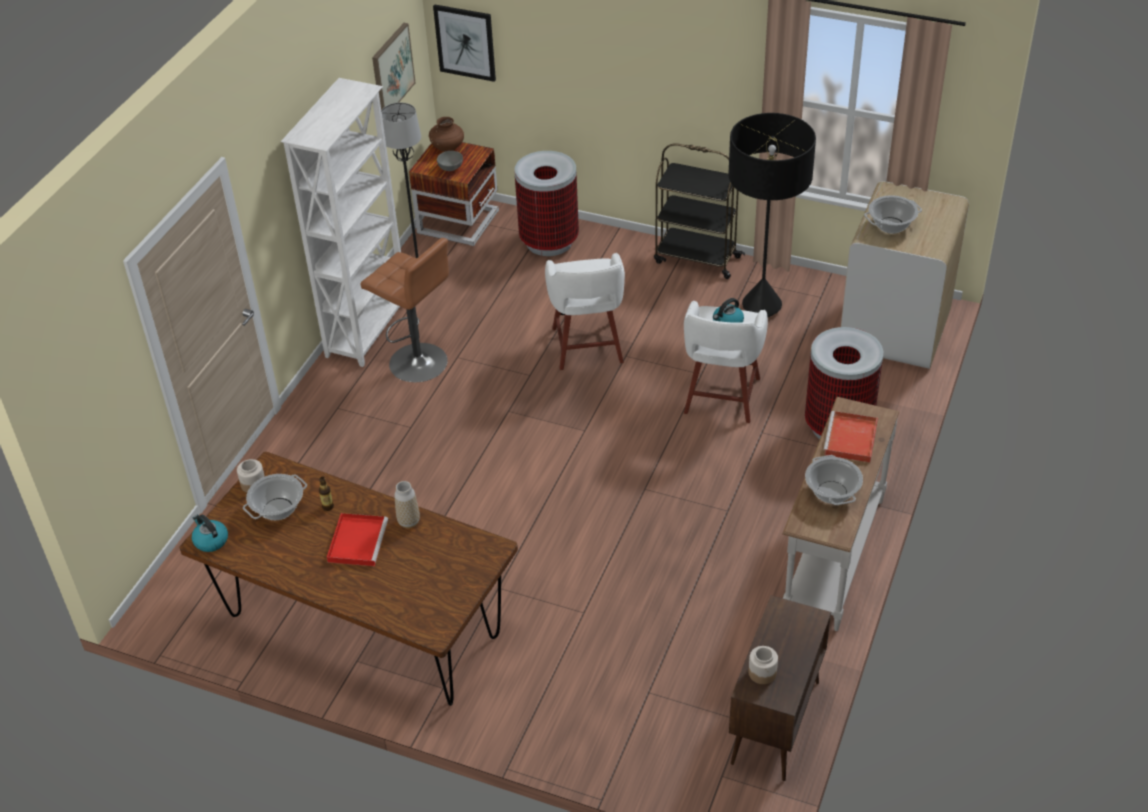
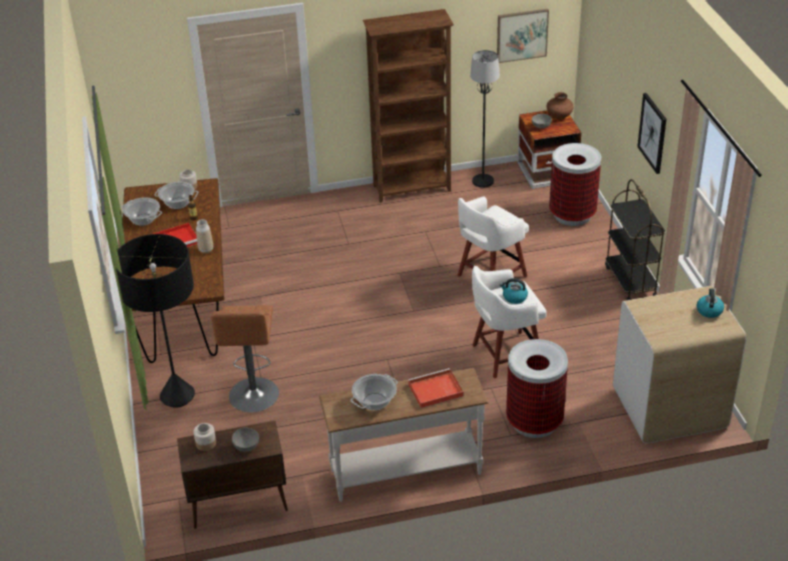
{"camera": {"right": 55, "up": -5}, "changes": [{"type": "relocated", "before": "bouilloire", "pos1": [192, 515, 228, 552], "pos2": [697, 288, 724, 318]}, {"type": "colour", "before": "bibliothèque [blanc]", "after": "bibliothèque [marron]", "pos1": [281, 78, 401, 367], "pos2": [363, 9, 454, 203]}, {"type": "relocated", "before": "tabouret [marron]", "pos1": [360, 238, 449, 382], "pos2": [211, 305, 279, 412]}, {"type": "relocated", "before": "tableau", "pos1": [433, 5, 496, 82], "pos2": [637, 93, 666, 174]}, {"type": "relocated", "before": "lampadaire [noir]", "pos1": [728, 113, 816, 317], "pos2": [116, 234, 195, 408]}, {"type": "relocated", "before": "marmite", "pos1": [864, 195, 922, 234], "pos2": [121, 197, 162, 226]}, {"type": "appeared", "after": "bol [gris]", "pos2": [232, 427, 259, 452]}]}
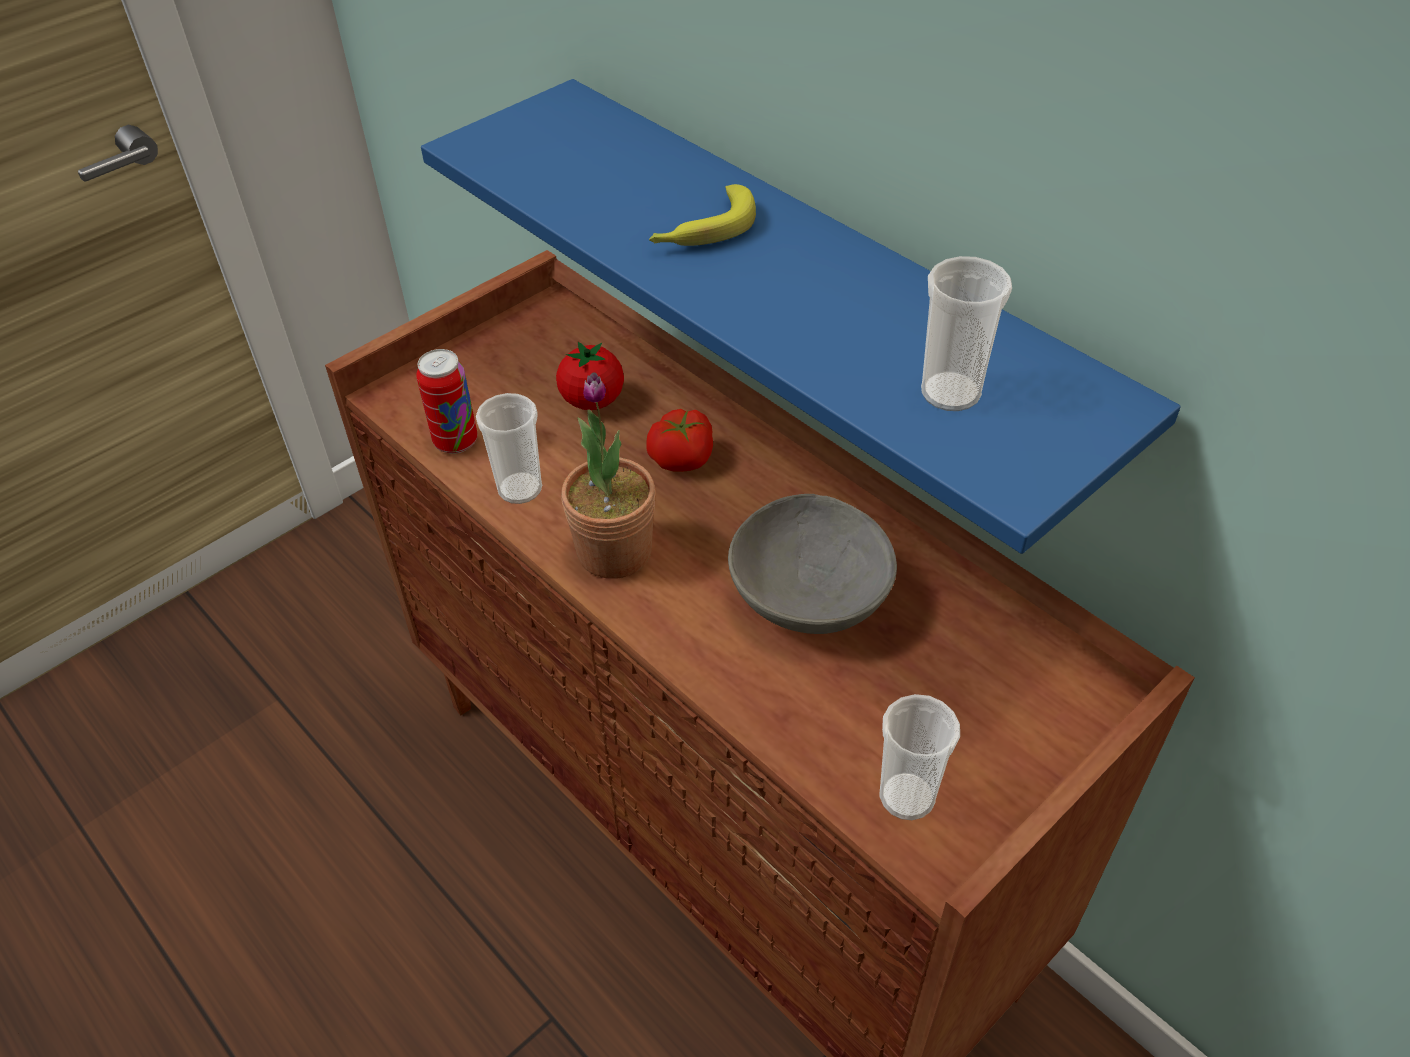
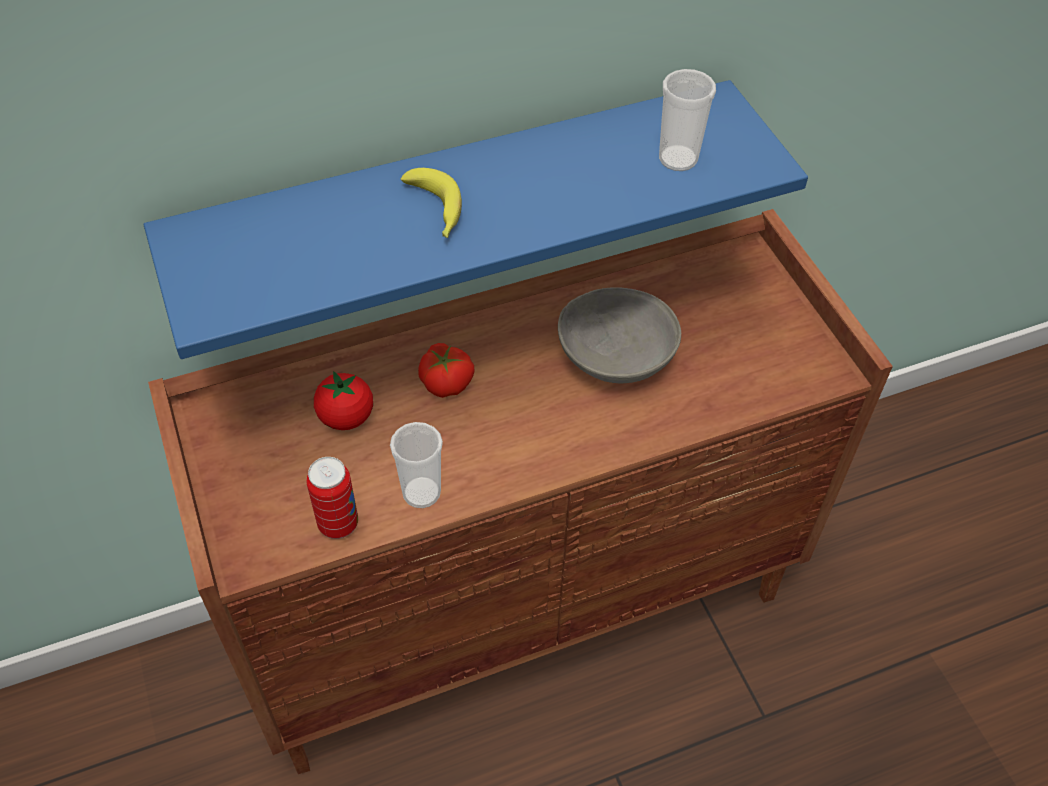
{"camera": {"right": -70, "up": 5}, "changes": [{"type": "missing", "before": "plante en pot", "pos1": [561, 372, 656, 579]}, {"type": "missing", "before": "tasse", "pos1": [880, 694, 960, 820]}]}
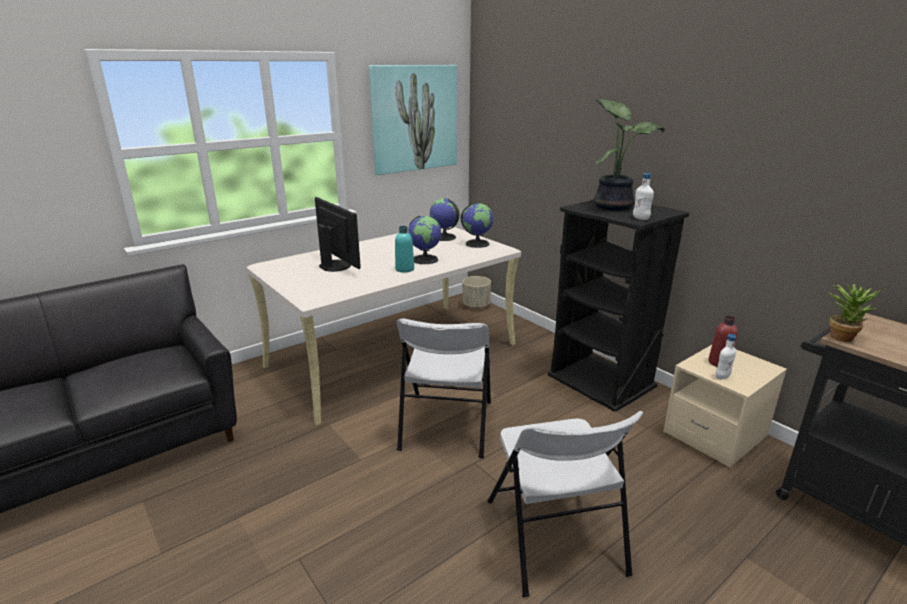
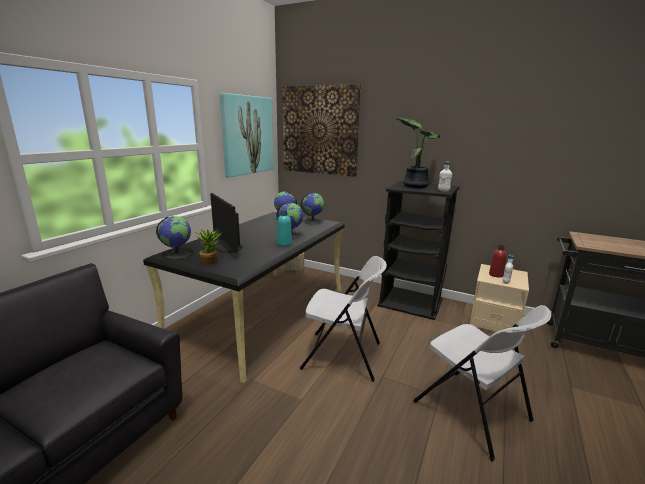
{"camera": {"right": -25, "up": -5}, "changes": [{"type": "colour", "before": "bureau [beige]", "after": "bureau [noir]", "pos1": [246, 227, 521, 425], "pos2": [143, 212, 345, 383]}, {"type": "spun", "before": "écran d'ordinateur", "pos1": [315, 197, 361, 272], "pos2": [210, 193, 242, 253], "turn": -150}, {"type": "spun", "before": "chaise [blanc]", "pos1": [397, 319, 491, 458], "pos2": [300, 256, 387, 382], "turn": -60}, {"type": "relocated", "before": "plante en pot", "pos1": [829, 284, 882, 342], "pos2": [194, 229, 221, 264]}, {"type": "appeared", "after": "globe", "pos2": [156, 216, 191, 260]}, {"type": "appeared", "after": "tableau", "pos2": [283, 84, 361, 177]}]}
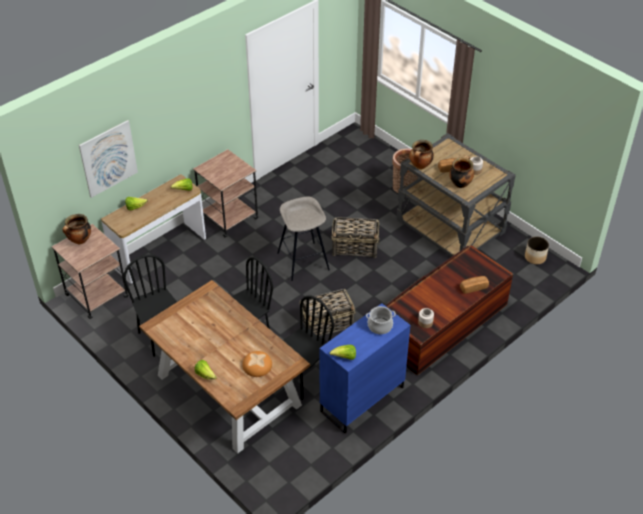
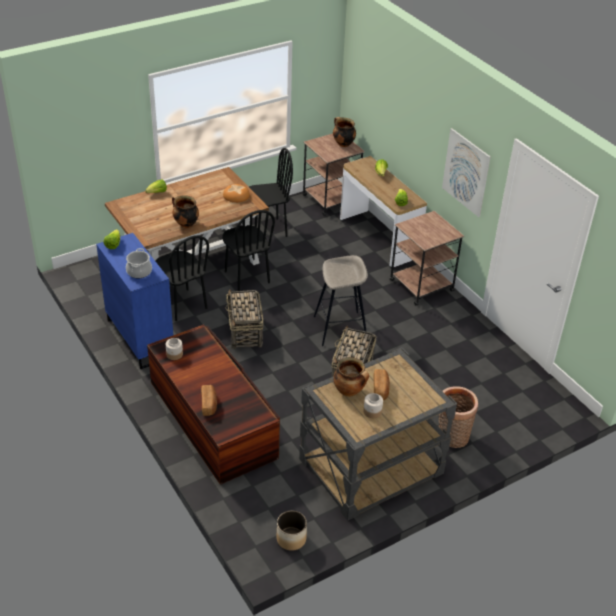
{"camera": {"right": 100, "up": -5}, "changes": [{"type": "relocated", "before": "tableau", "pos1": [79, 120, 138, 198], "pos2": [442, 128, 491, 217]}, {"type": "relocated", "before": "pain", "pos1": [242, 351, 272, 377], "pos2": [223, 184, 250, 203]}, {"type": "relocated", "before": "marmite", "pos1": [409, 140, 434, 169], "pos2": [172, 196, 199, 228]}]}
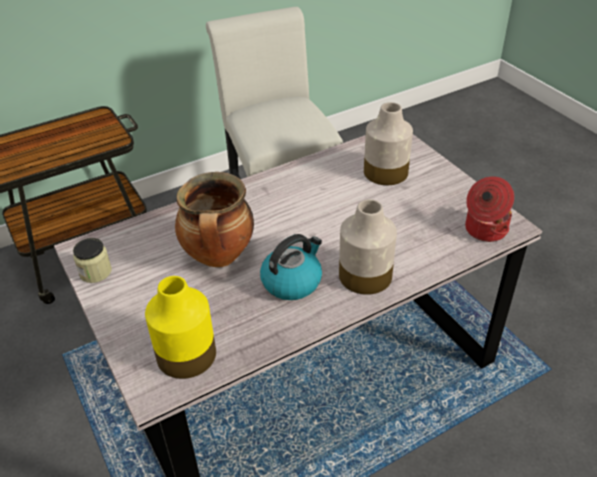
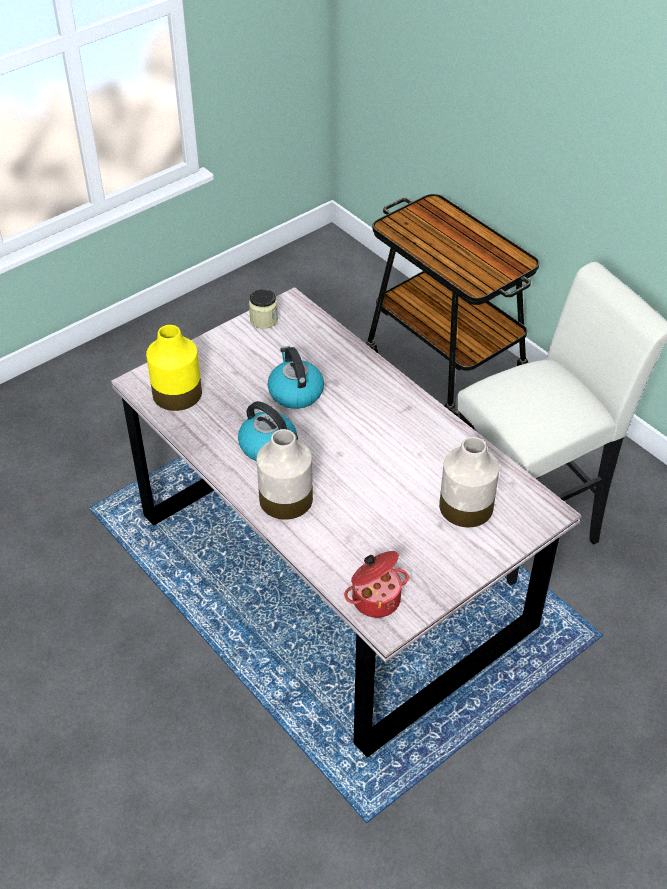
{"camera": {"right": 80, "up": 5}, "changes": [{"type": "exchanged", "before": "marmite", "after": "bouilloire", "pos1": [175, 172, 254, 267], "pos2": [268, 346, 324, 409]}]}
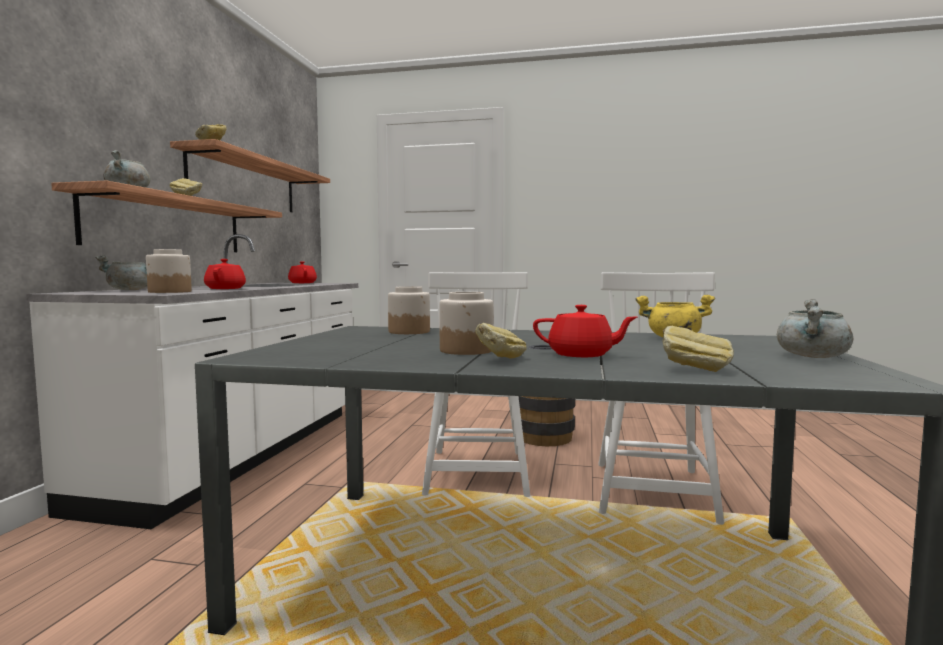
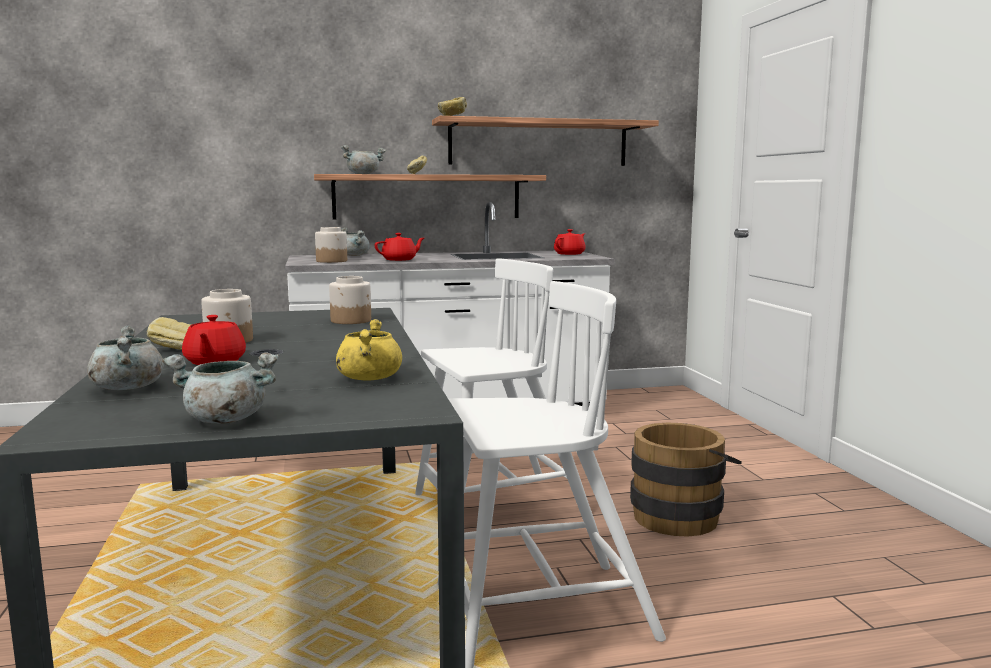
{"camera": {"right": 65, "up": 5}, "changes": [{"type": "exchanged", "before": "pain", "after": "marmite [gris]", "pos1": [662, 326, 734, 372], "pos2": [87, 326, 164, 390]}]}
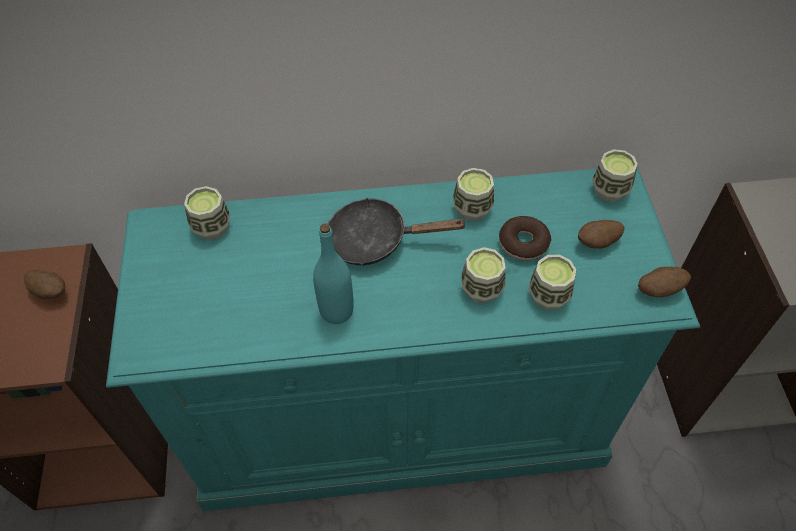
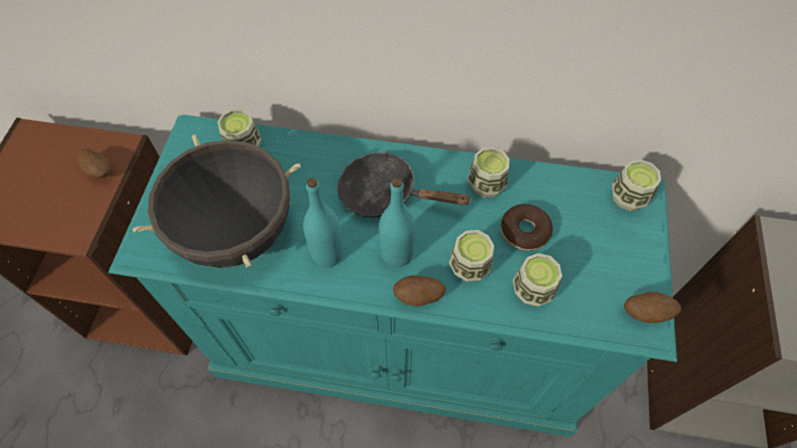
{"camera": {"right": 15, "up": 5}, "changes": [{"type": "relocated", "before": "pomme de terre", "pos1": [578, 220, 624, 249], "pos2": [393, 275, 446, 306]}, {"type": "appeared", "after": "marmite [noir]", "pos2": [132, 135, 301, 268]}, {"type": "appeared", "after": "bouteille [turquoise]", "pos2": [379, 178, 416, 268]}]}
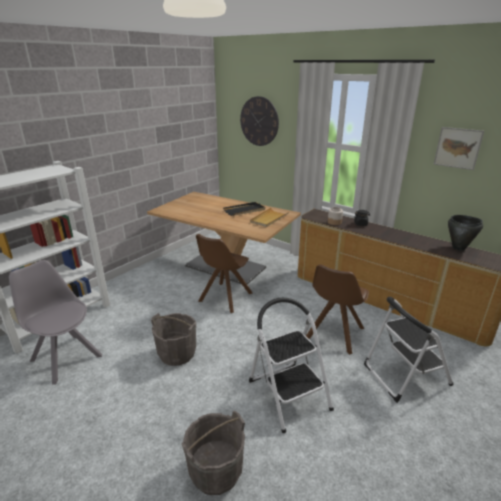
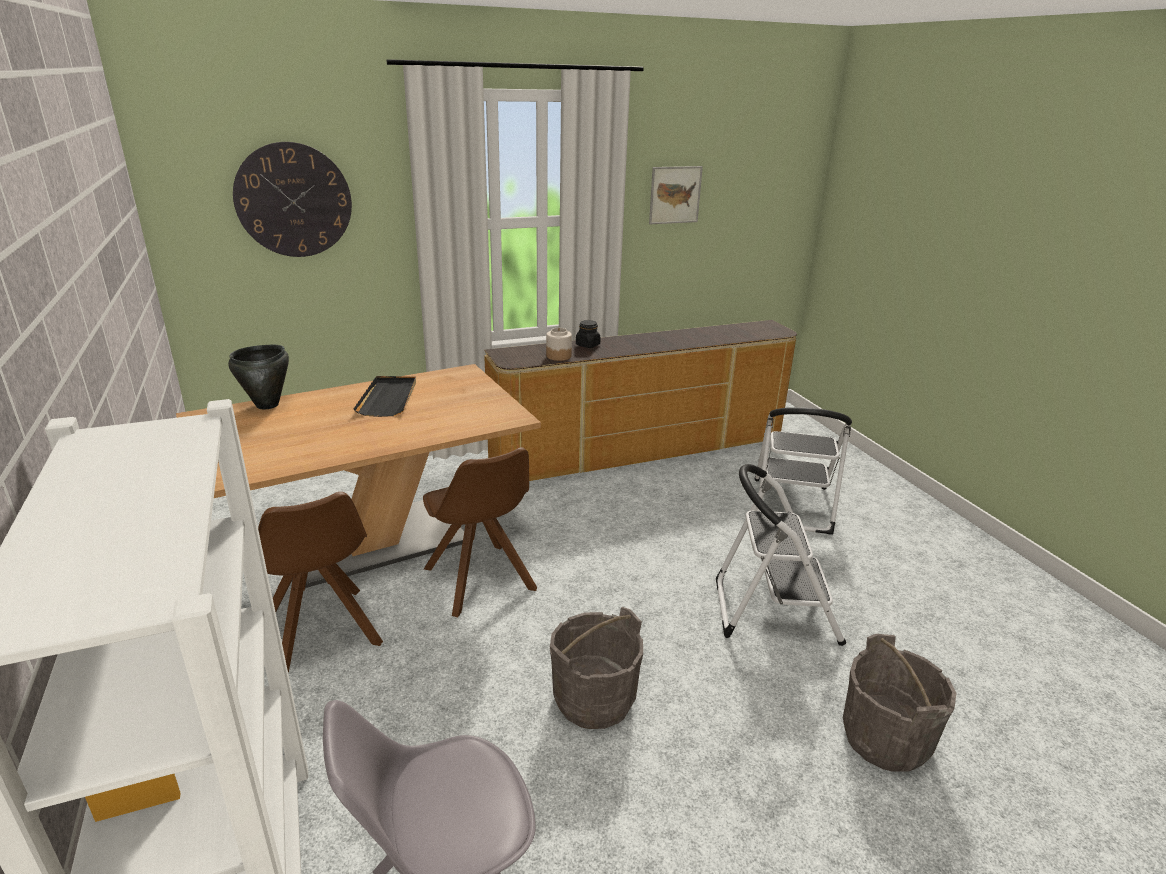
{"camera": {"right": -60, "up": 0}, "changes": [{"type": "missing", "before": "plateau [beige]", "pos1": [250, 208, 289, 227]}, {"type": "relocated", "before": "chaise [marron]", "pos1": [306, 264, 369, 355], "pos2": [258, 492, 383, 672]}, {"type": "relocated", "before": "marmite [noir]", "pos1": [448, 215, 483, 251], "pos2": [228, 345, 289, 409]}]}
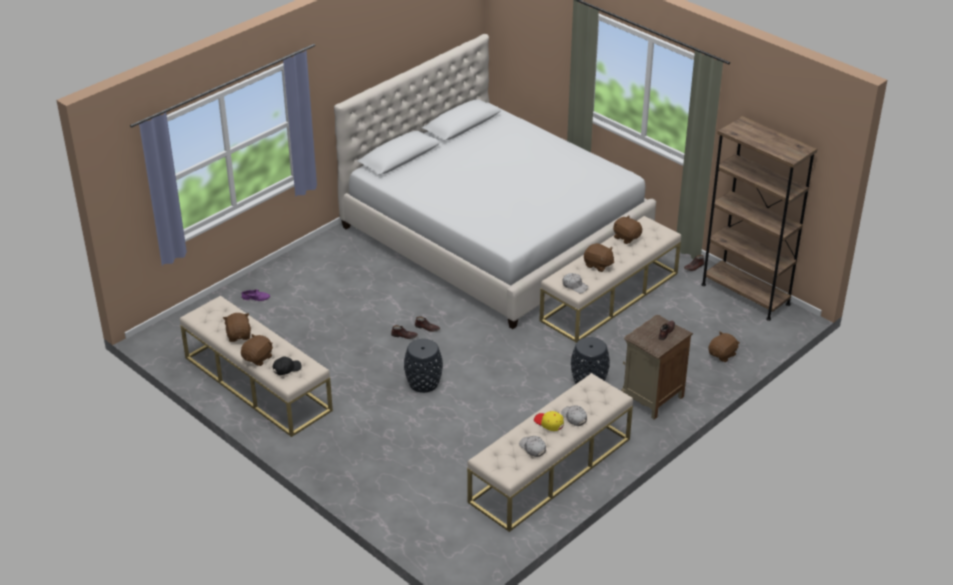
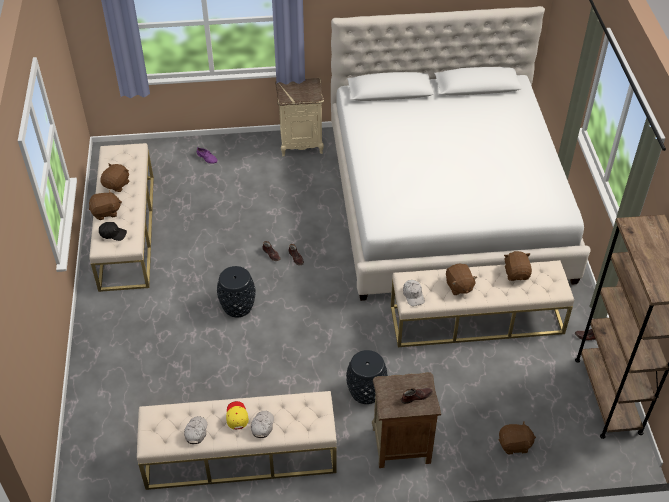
{"camera": {"right": 40, "up": 10}, "changes": [{"type": "appeared", "after": "table de chevet [beige]", "pos2": [275, 78, 324, 156]}]}
